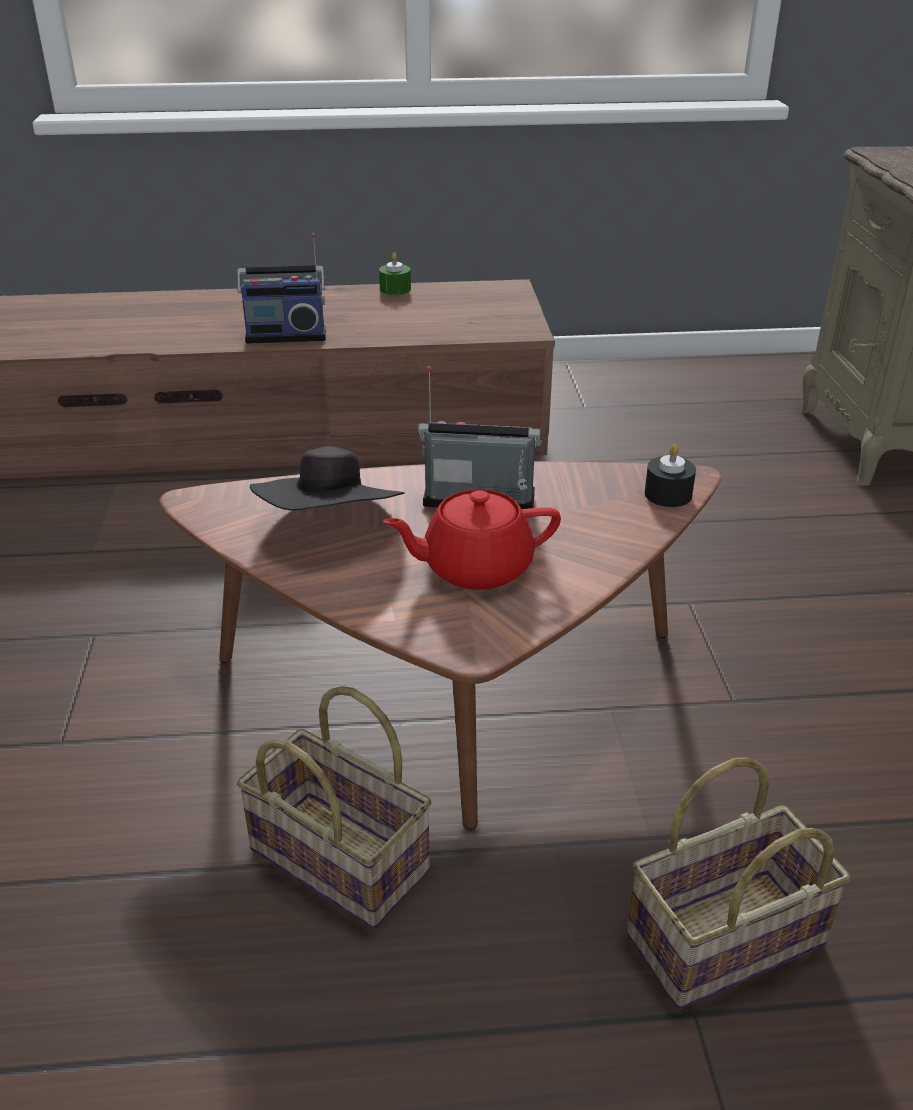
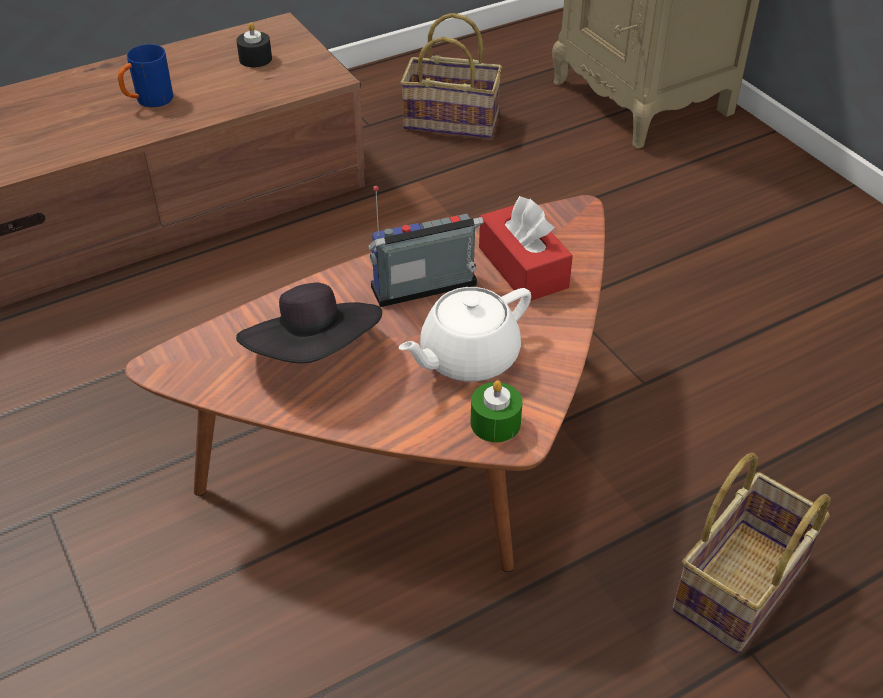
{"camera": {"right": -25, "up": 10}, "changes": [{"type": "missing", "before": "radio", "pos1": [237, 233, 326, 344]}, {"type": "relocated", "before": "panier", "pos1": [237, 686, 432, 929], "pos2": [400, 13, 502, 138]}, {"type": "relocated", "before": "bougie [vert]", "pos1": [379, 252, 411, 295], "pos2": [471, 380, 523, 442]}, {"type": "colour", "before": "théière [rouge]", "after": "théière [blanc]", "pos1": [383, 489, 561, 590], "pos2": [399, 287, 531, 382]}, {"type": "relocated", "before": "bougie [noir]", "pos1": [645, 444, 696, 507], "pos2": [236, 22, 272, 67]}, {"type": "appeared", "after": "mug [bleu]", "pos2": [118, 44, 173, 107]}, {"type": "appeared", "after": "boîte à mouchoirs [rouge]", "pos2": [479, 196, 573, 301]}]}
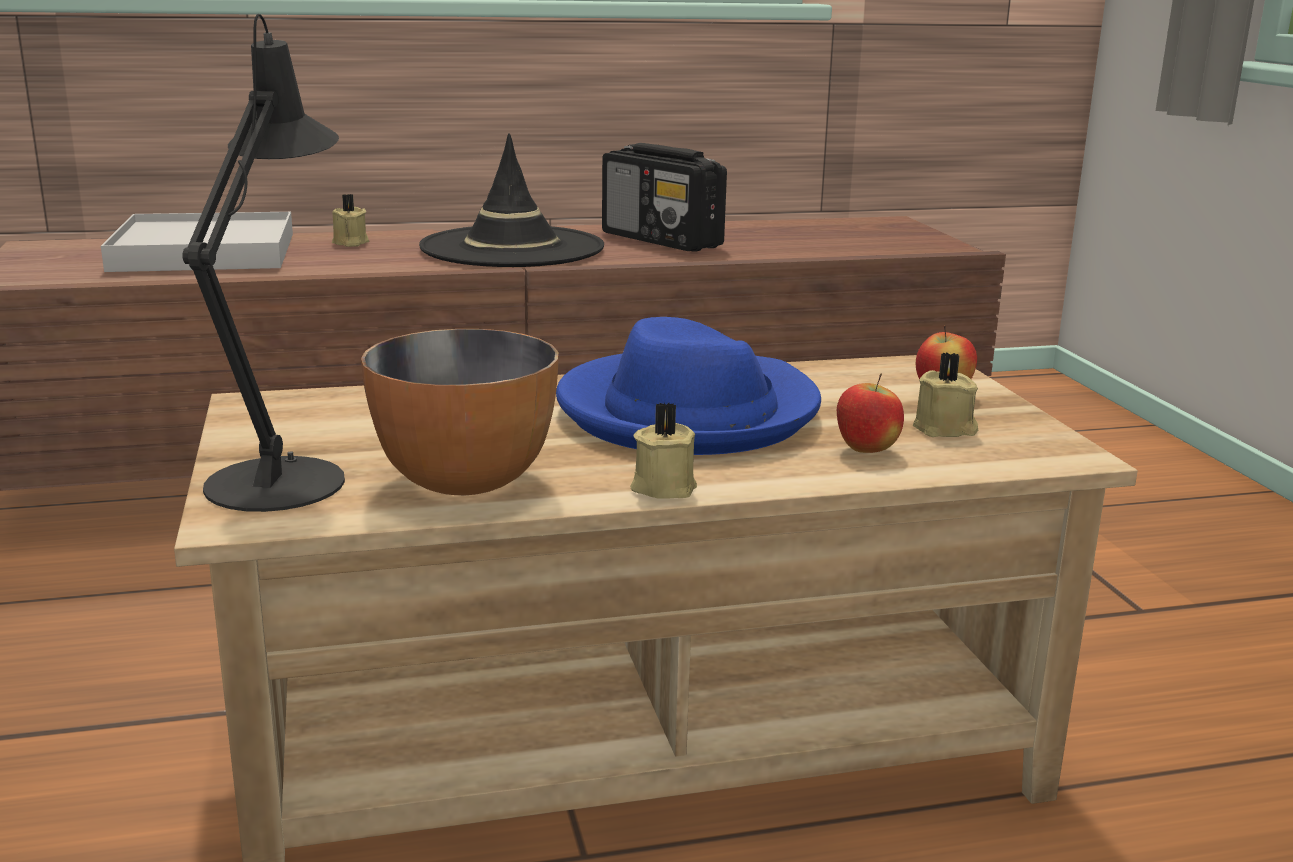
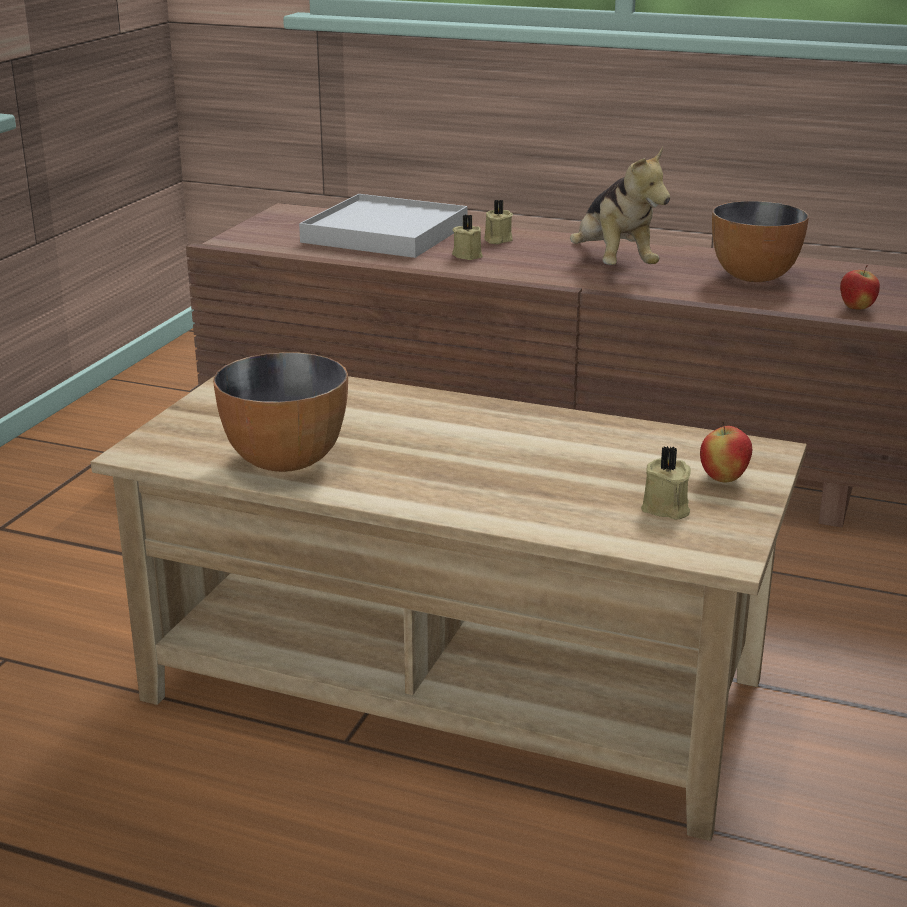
{"camera": {"right": 35, "up": 5}, "changes": [{"type": "missing", "before": "lampe de table [noir]", "pos1": [183, 14, 345, 512]}, {"type": "exchanged", "before": "chapeau [noir]", "after": "peluche", "pos1": [419, 133, 604, 267], "pos2": [570, 147, 670, 265]}, {"type": "missing", "before": "chapeau [bleu]", "pos1": [556, 317, 821, 455]}, {"type": "exchanged", "before": "radio", "after": "bol", "pos1": [602, 143, 727, 251], "pos2": [712, 201, 809, 282]}, {"type": "relocated", "before": "bougie [beige]", "pos1": [630, 402, 697, 499], "pos2": [452, 214, 483, 260]}, {"type": "relocated", "before": "pomme", "pos1": [837, 374, 904, 453], "pos2": [840, 265, 880, 309]}]}
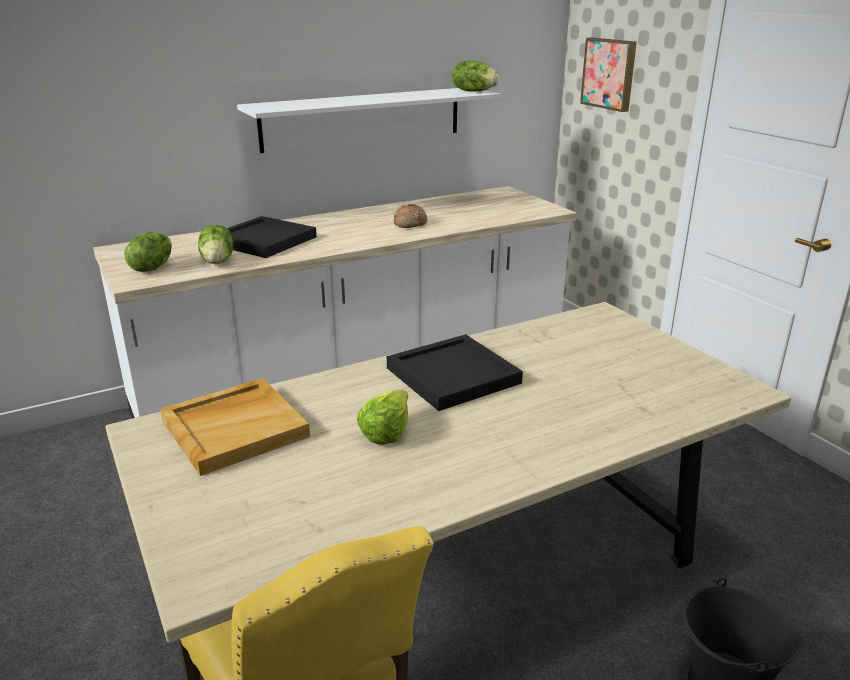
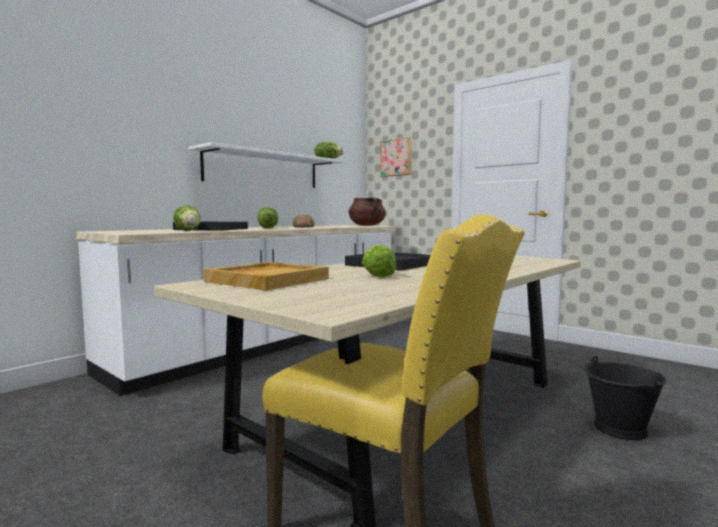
{"camera": {"right": -20, "up": -20}, "changes": [{"type": "relocated", "before": "laitue", "pos1": [124, 232, 172, 272], "pos2": [257, 207, 278, 228]}, {"type": "appeared", "after": "marmite [marron]", "pos2": [349, 198, 386, 226]}]}
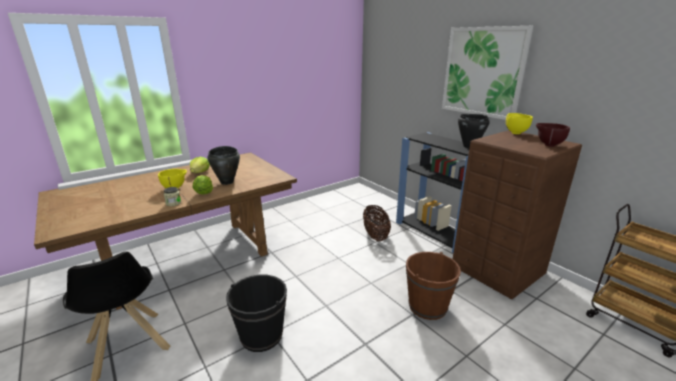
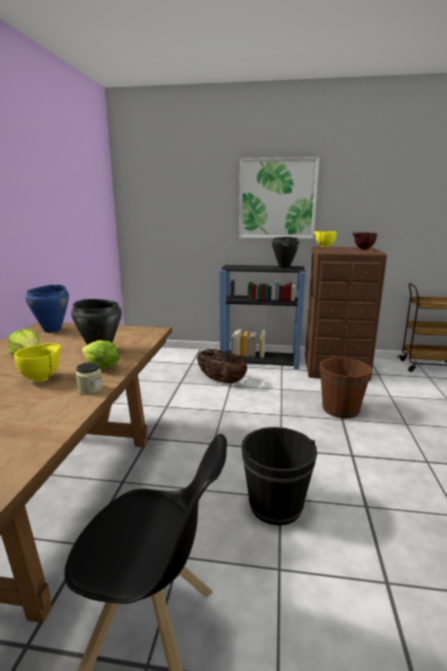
{"camera": {"right": -45, "up": -5}, "changes": [{"type": "appeared", "after": "marmite [bleu]", "pos2": [26, 284, 69, 333]}]}
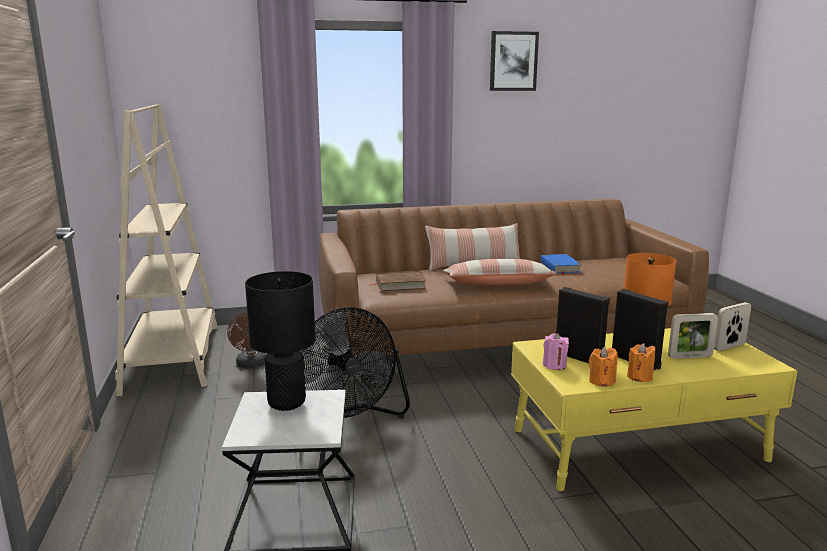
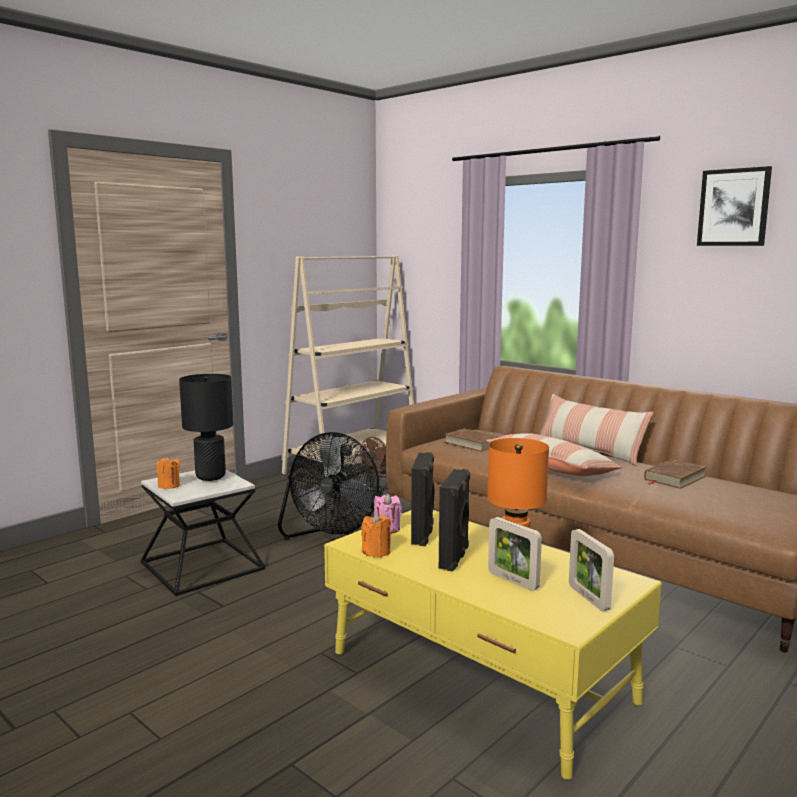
{"camera": {"right": 55, "up": -5}, "changes": [{"type": "colour", "before": "livre [bleu]", "after": "livre [marron]", "pos1": [540, 254, 582, 275], "pos2": [644, 459, 706, 489]}, {"type": "relocated", "before": "bougie [orange]", "pos1": [627, 343, 655, 382], "pos2": [157, 456, 180, 489]}, {"type": "spun", "before": "cadre photo", "pos1": [714, 302, 751, 351], "pos2": [569, 529, 614, 611], "turn": -135}]}
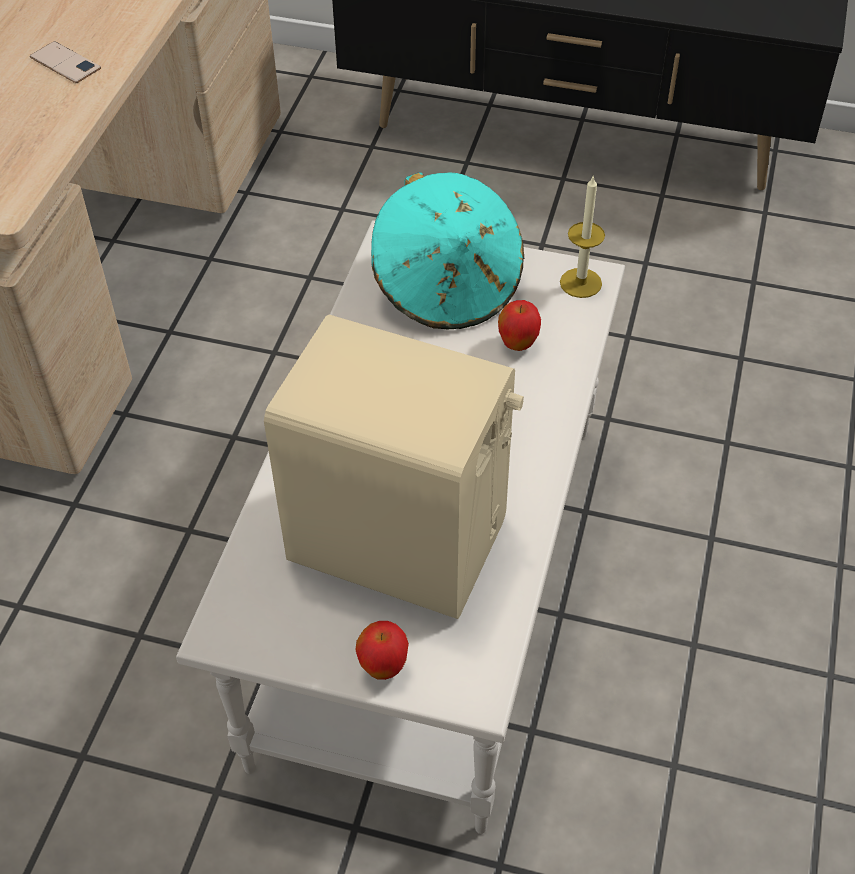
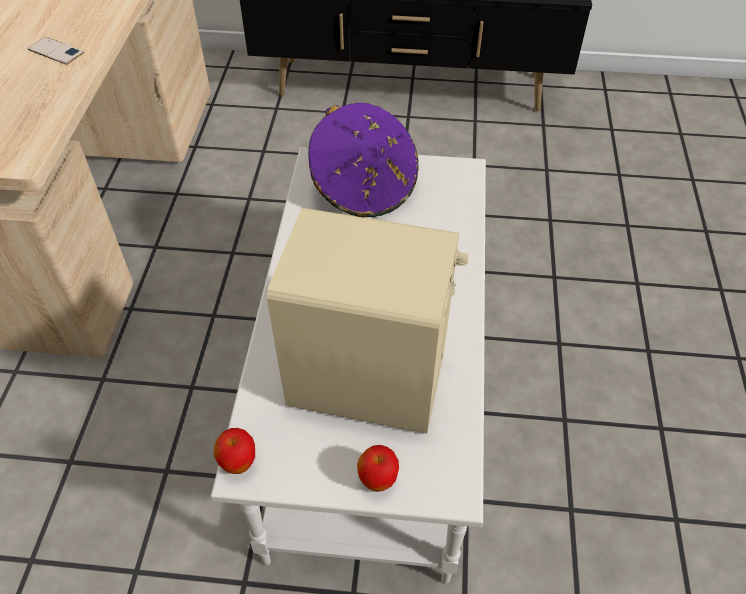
{"camera": {"right": -10, "up": 0}, "changes": [{"type": "colour", "before": "chapeau [turquoise]", "after": "chapeau [violet]", "pos1": [371, 172, 524, 329], "pos2": [308, 103, 419, 217]}, {"type": "relocated", "before": "pomme", "pos1": [498, 300, 541, 351], "pos2": [213, 428, 255, 474]}, {"type": "missing", "before": "bougie", "pos1": [560, 177, 605, 298]}]}
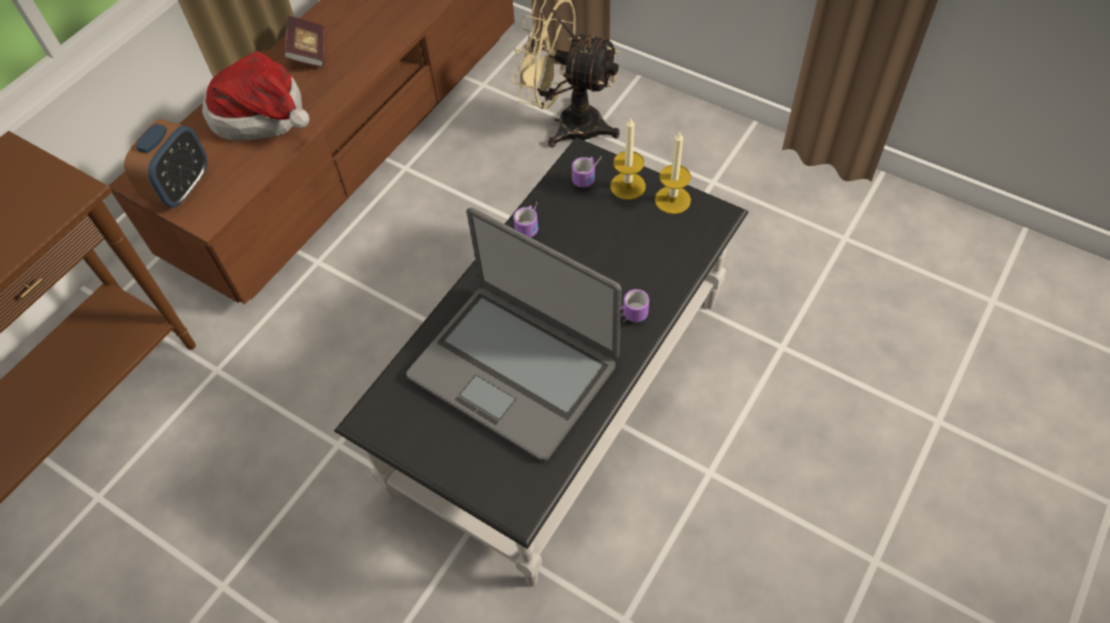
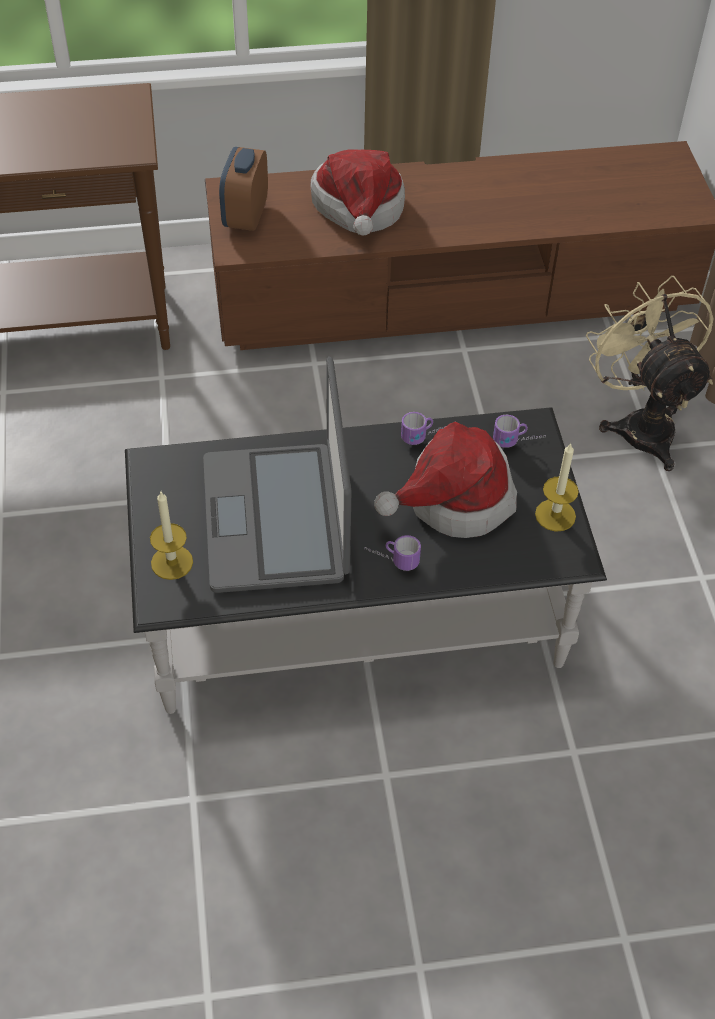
{"camera": {"right": 45, "up": -5}, "changes": [{"type": "spun", "before": "réveil", "pos1": [124, 119, 207, 207], "pos2": [219, 147, 268, 231], "turn": 120}, {"type": "missing", "before": "livre", "pos1": [284, 15, 325, 67]}, {"type": "relocated", "before": "bougie", "pos1": [610, 117, 646, 200], "pos2": [150, 492, 193, 580]}, {"type": "appeared", "after": "chapeau", "pos2": [374, 422, 517, 538]}]}
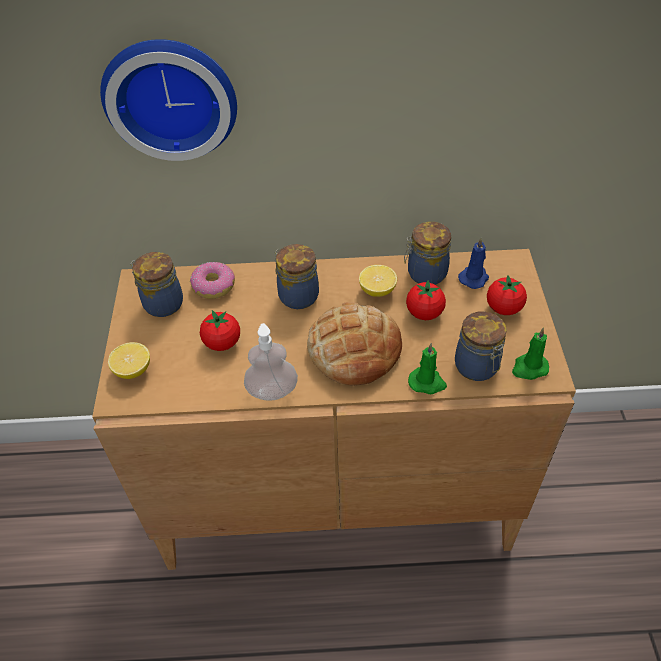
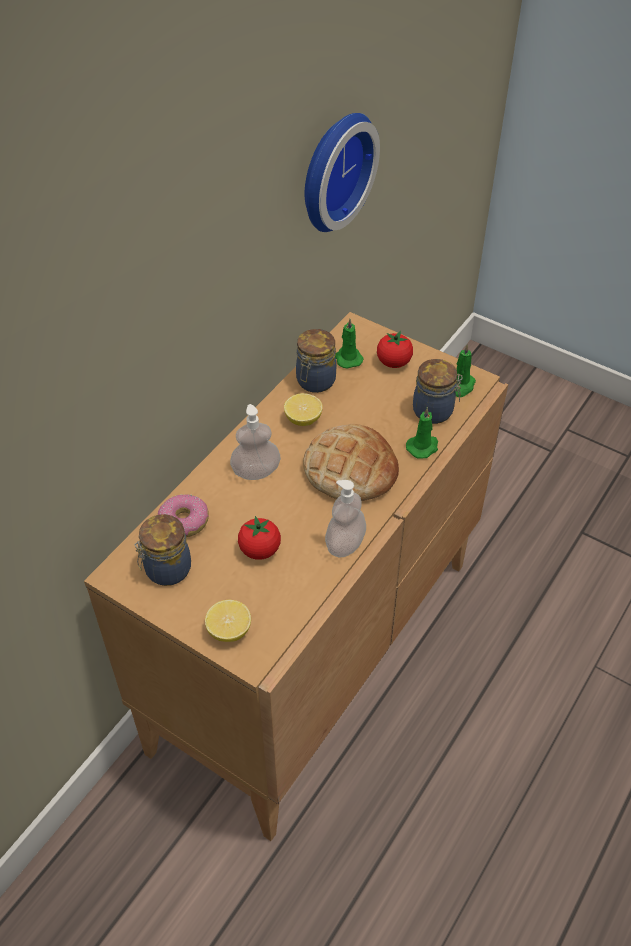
{"camera": {"right": -55, "up": 0}, "changes": [{"type": "relocated", "before": "horloge murale", "pos1": [100, 39, 237, 161], "pos2": [305, 113, 380, 232]}, {"type": "exchanged", "before": "bocal", "after": "distributeur de savon", "pos1": [275, 244, 319, 309], "pos2": [230, 404, 281, 480]}, {"type": "missing", "before": "tomate", "pos1": [406, 280, 446, 320]}, {"type": "colour", "before": "bougie [bleu]", "after": "bougie [vert]", "pos1": [458, 238, 489, 289], "pos2": [335, 319, 364, 369]}]}
